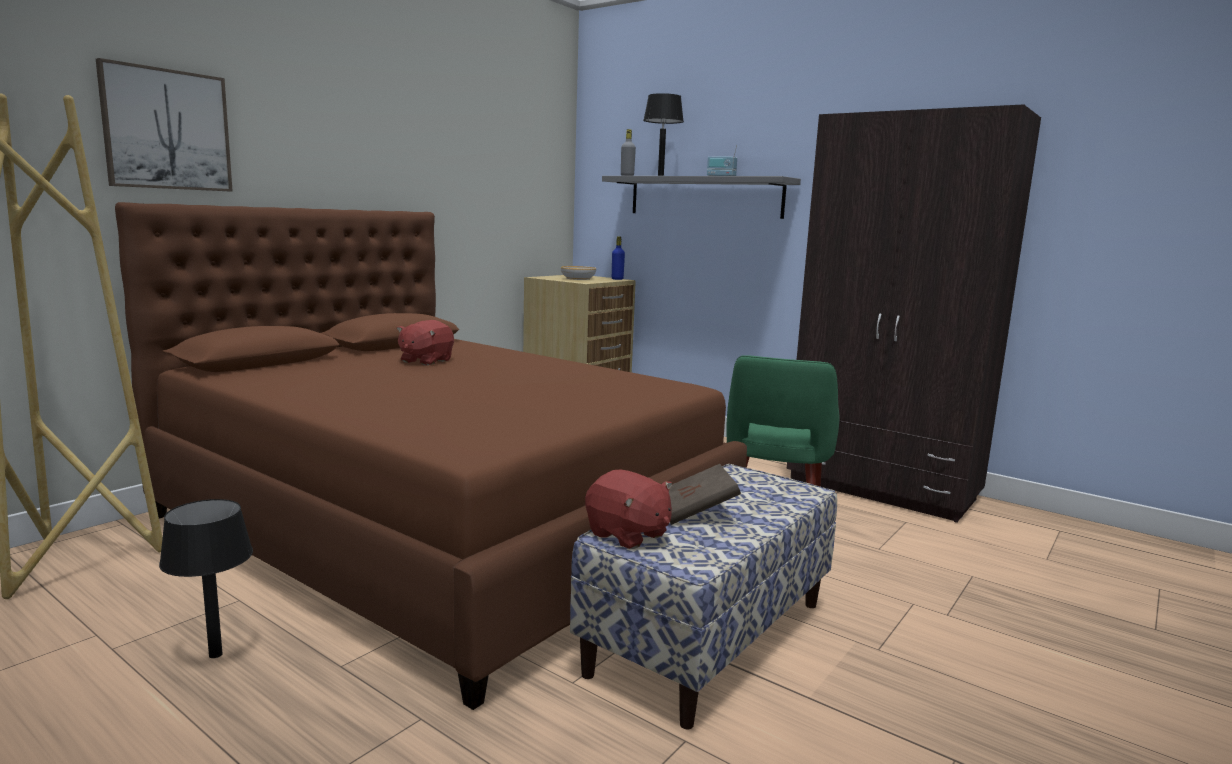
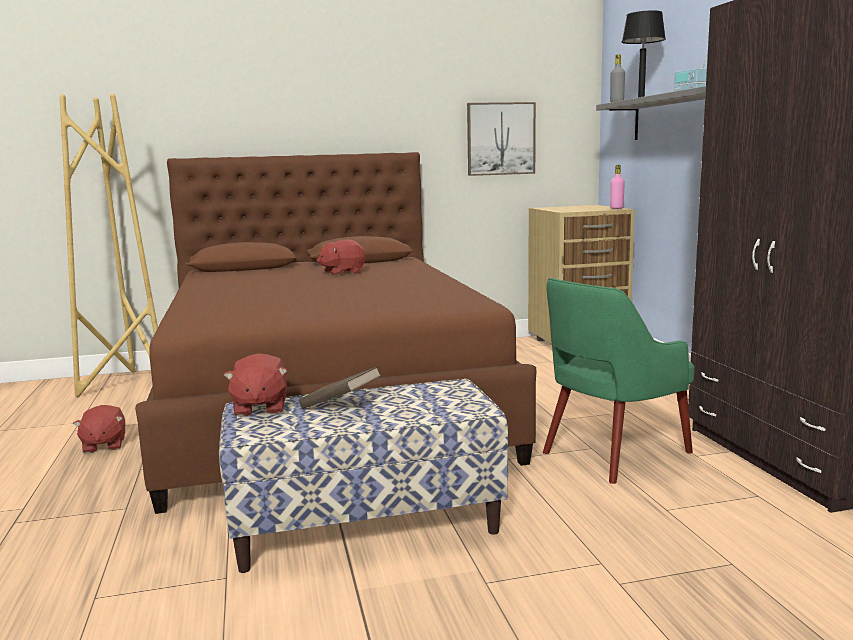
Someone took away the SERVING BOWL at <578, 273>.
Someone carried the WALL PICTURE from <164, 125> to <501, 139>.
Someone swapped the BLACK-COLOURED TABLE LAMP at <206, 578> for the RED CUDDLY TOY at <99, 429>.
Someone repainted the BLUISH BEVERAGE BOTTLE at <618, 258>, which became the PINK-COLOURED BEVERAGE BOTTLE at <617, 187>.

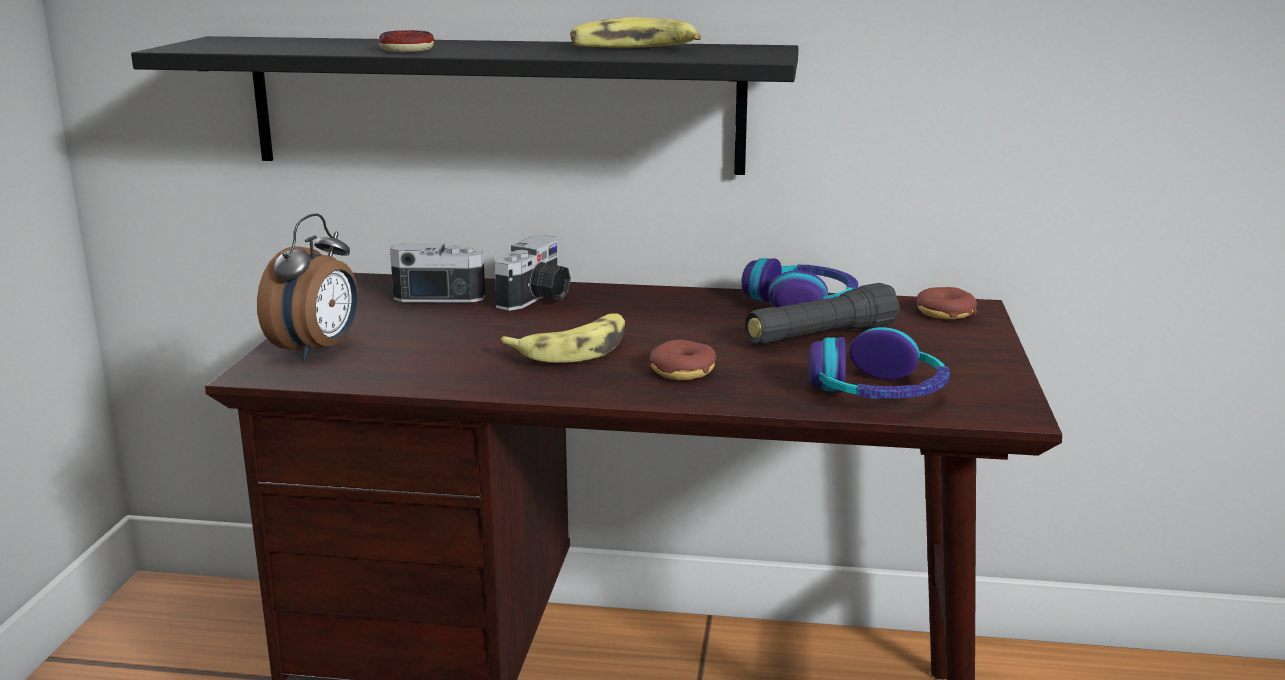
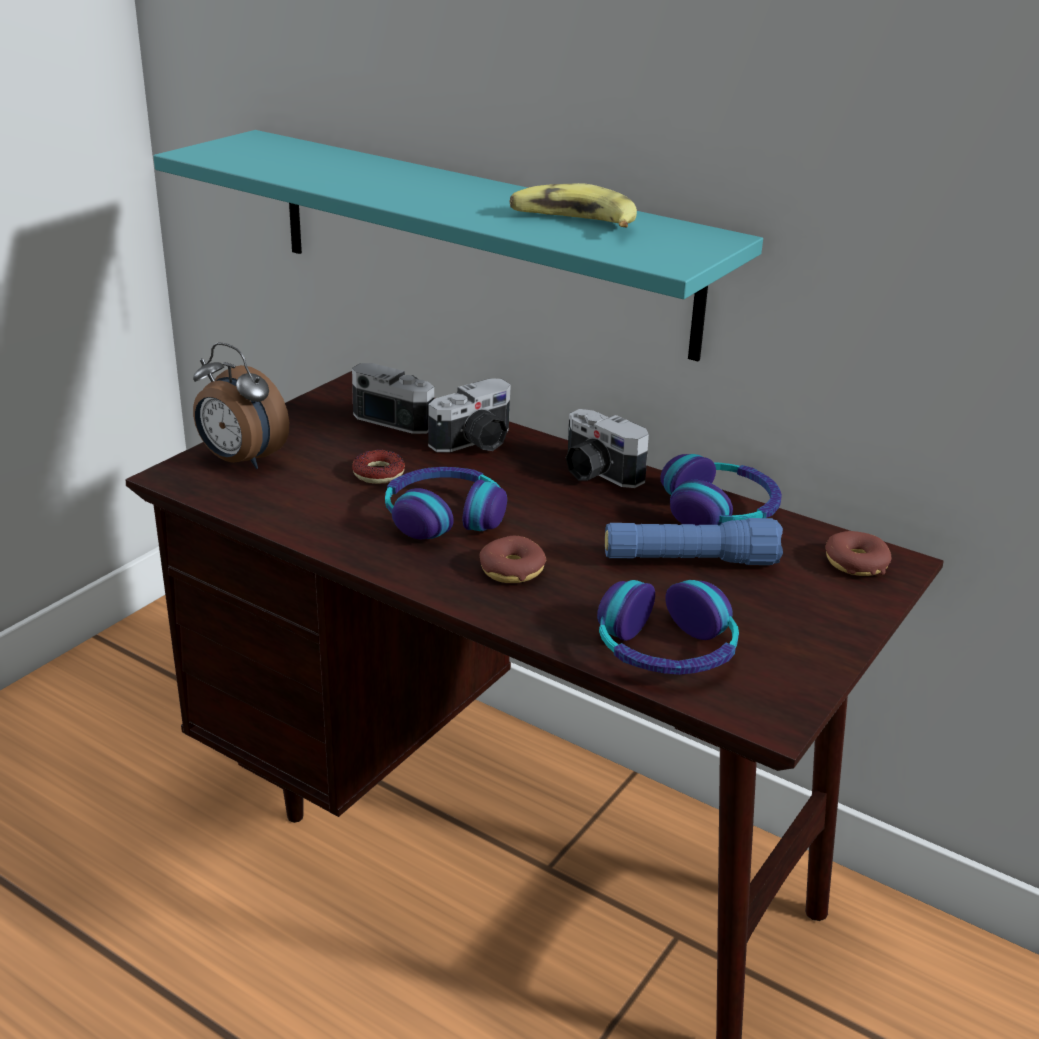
Someone put down the STILL CAMERA at <607, 448>.
Someone carried the RING DOUGHNUT from <406, 41> to <378, 467>.
Someone swapped the BANANA FRUIT at <562, 338> for the HEADPHONES at <446, 503>.
Someone repainted the BLACK-COLOURED WALL SHELF at <465, 105>, which became the TURQUOISE-COLOURED WALL SHELF at <458, 246>.
Someone repainted the BLACK-COLOURED HAND TORCH at <822, 314>, which became the BLUISH HAND TORCH at <694, 541>.
Someone rotated the TABLE CLOCK at <307, 286> by 75 degrees clockwise.

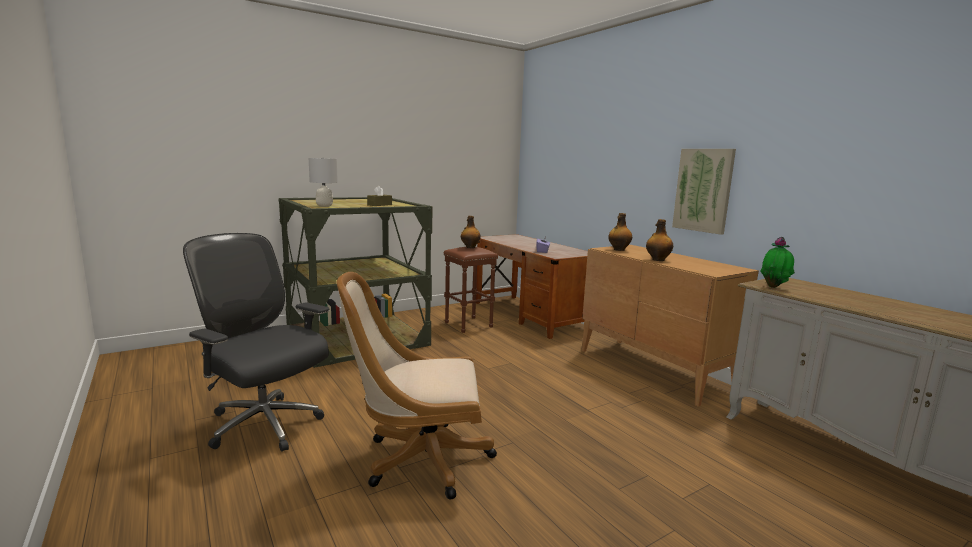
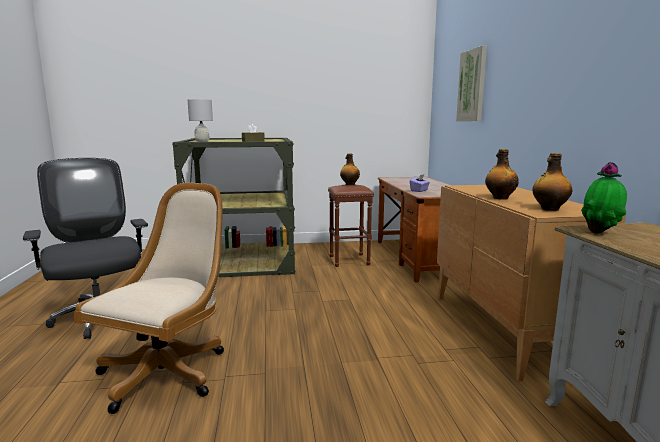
Someone carried the BEVERAGE BOTTLE from <620, 232> to <552, 182>.
Someone carried the WALL PICTURE from <704, 192> to <471, 83>.
Someone rotated the DESK CHAIR at <417, 386> by 90 degrees clockwise.

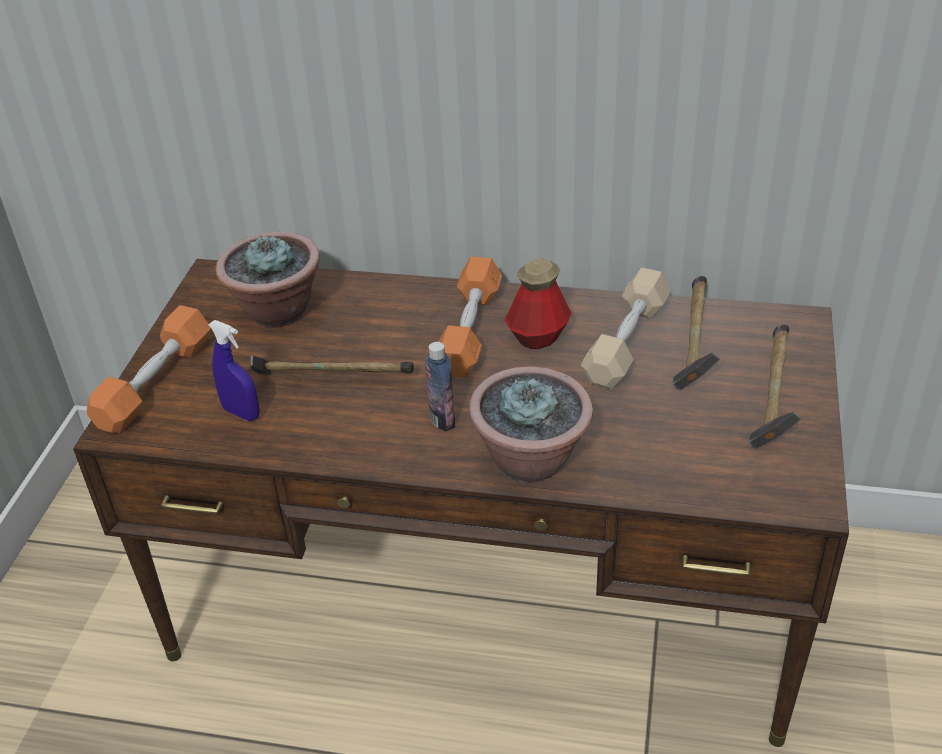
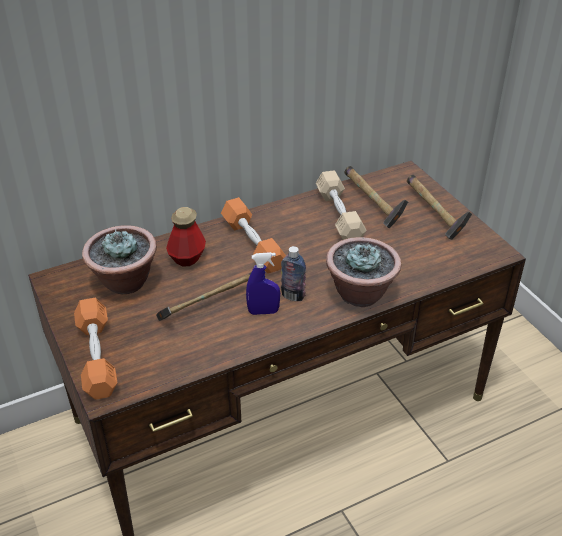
Someone carried the BLUISH SPRAYER from <234, 370> to <263, 283>.
Someone carried the BEVERAGE BOTTLE from <538, 304> to <186, 236>.

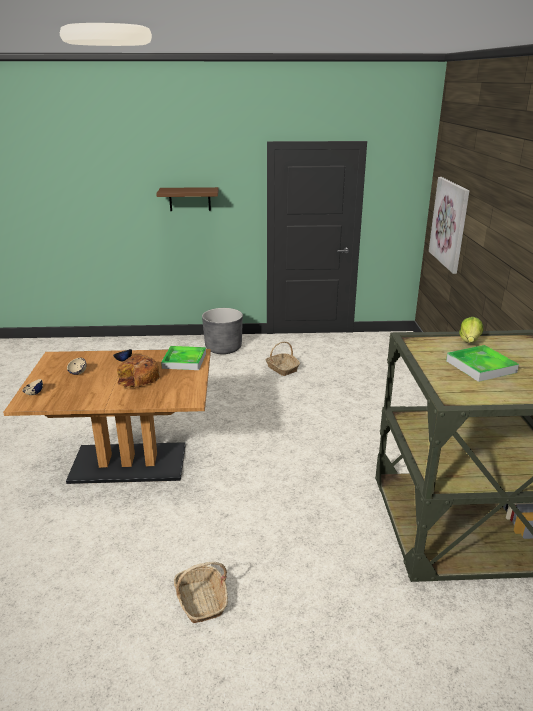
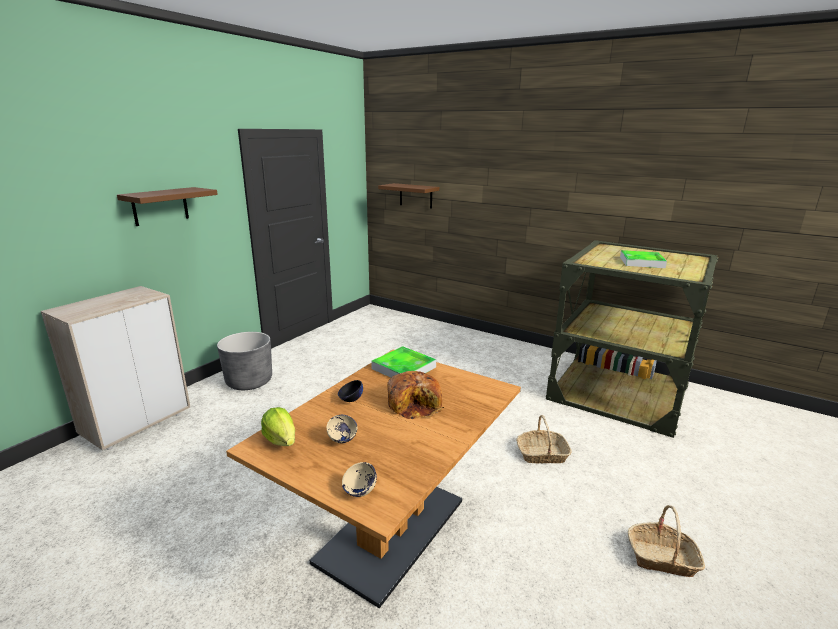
Someone put down the SAND-COLOURED CABINET at <115, 368>.
Someone carried the HOUSEHOLD BASKET from <283, 359> to <543, 439>.
Someone carried the HEAD OF LETTUCE from <471, 330> to <278, 426>.
Someone swapped the WALL PICTURE at <449, 225> for the BROWN WALL SHELF at <408, 196>.

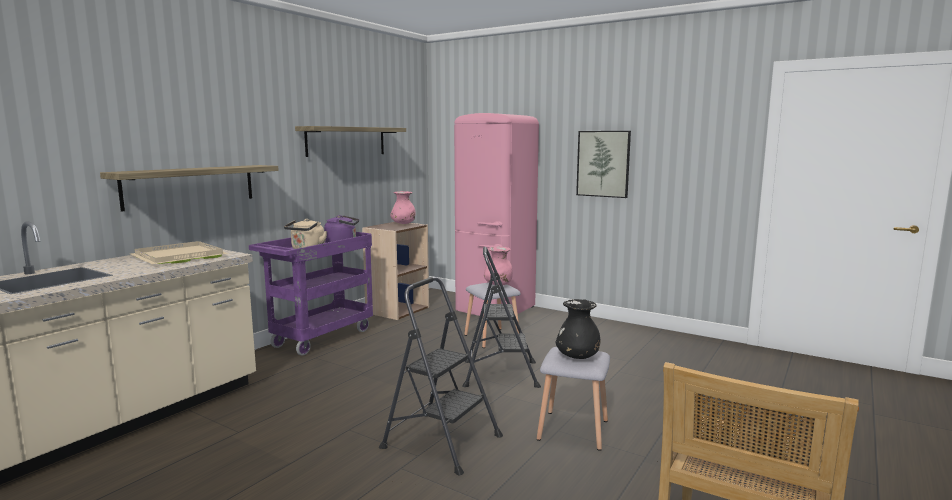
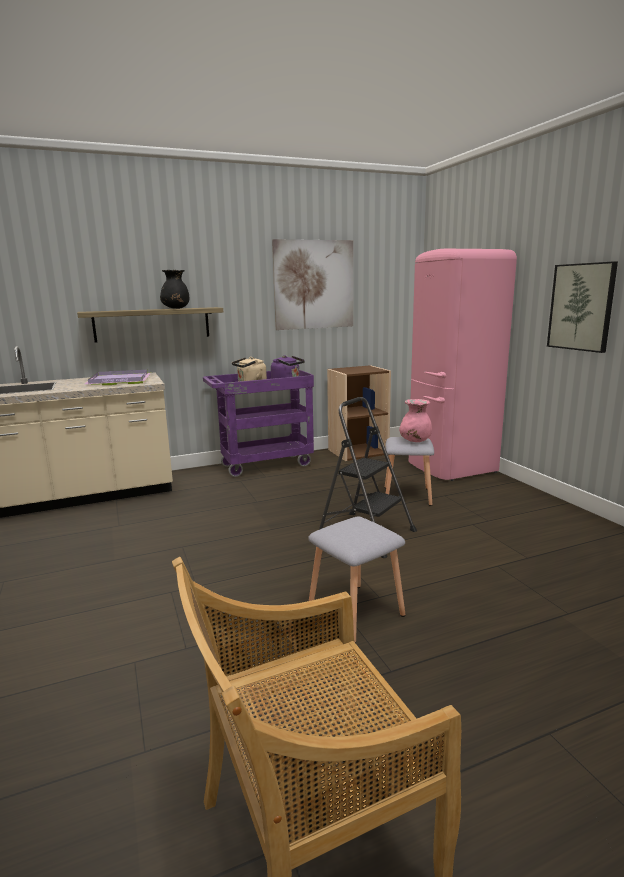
Someone took away the BLACK-COLOURED STEP LADDER at <441, 376>.
Someone took away the PINK-COLOURED VASE at <402, 207>.
Someone carried the BLACK-COLOURED VASE from <578, 329> to <174, 289>.
Someone swapped the WALL SHELF at <350, 141> for the WALL PICTURE at <312, 284>.
Someone repainted the SAND-COLOURED CARRYING TRAY at <179, 252>, which became the PURPLE-COLOURED CARRYING TRAY at <118, 377>.

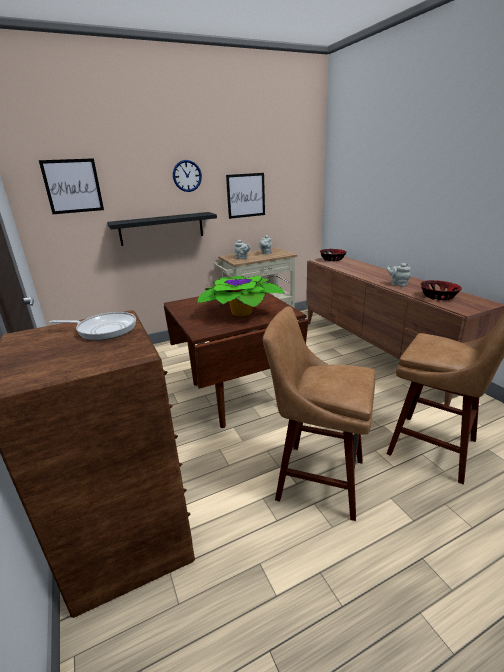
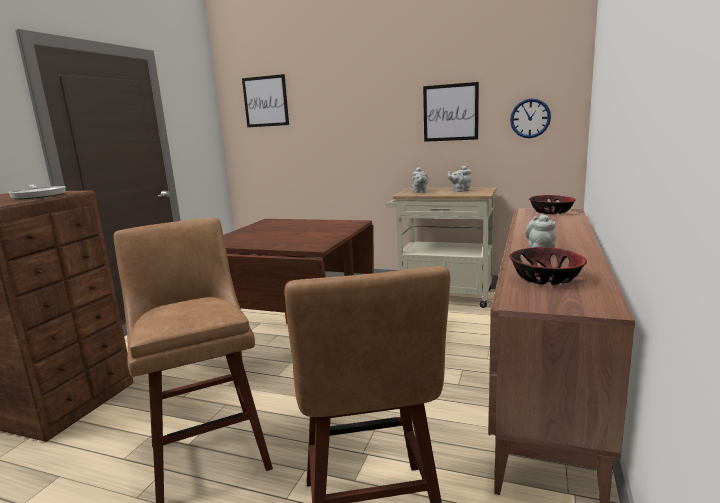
Someone took away the BLACK-COLOURED WALL SHELF at <162, 229>.
Someone took away the POTTED PLANT at <241, 296>.
Someone carried the CLOCK ON THE WALL from <187, 176> to <530, 118>.

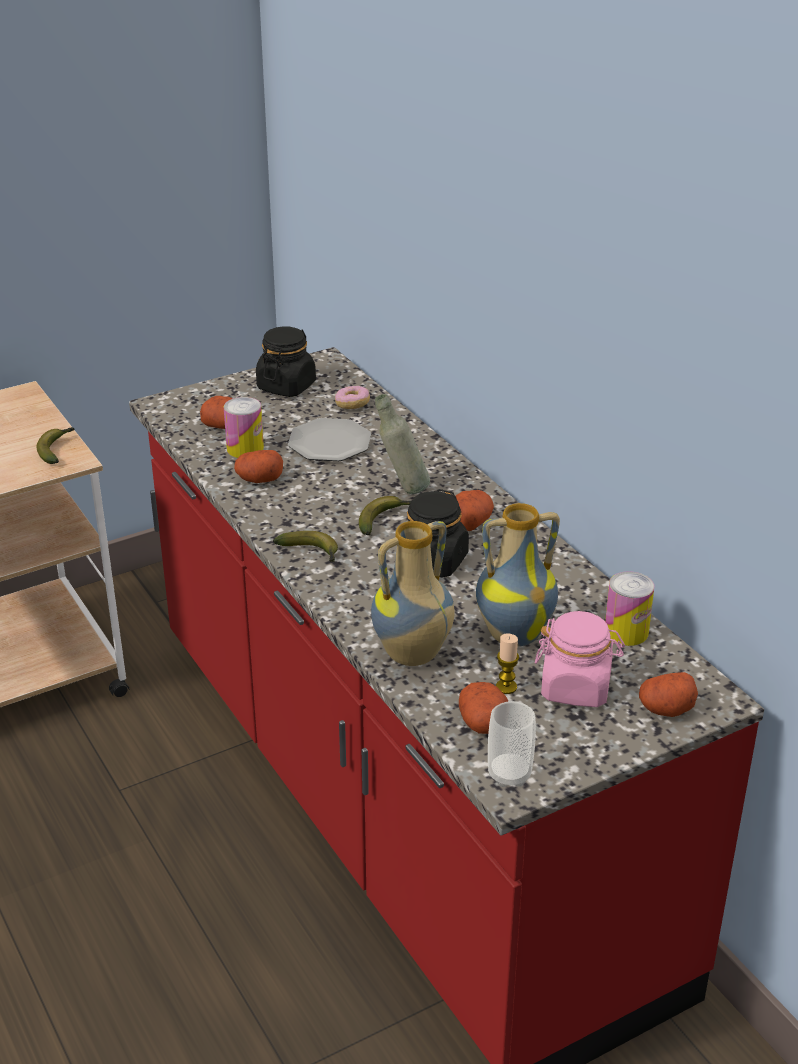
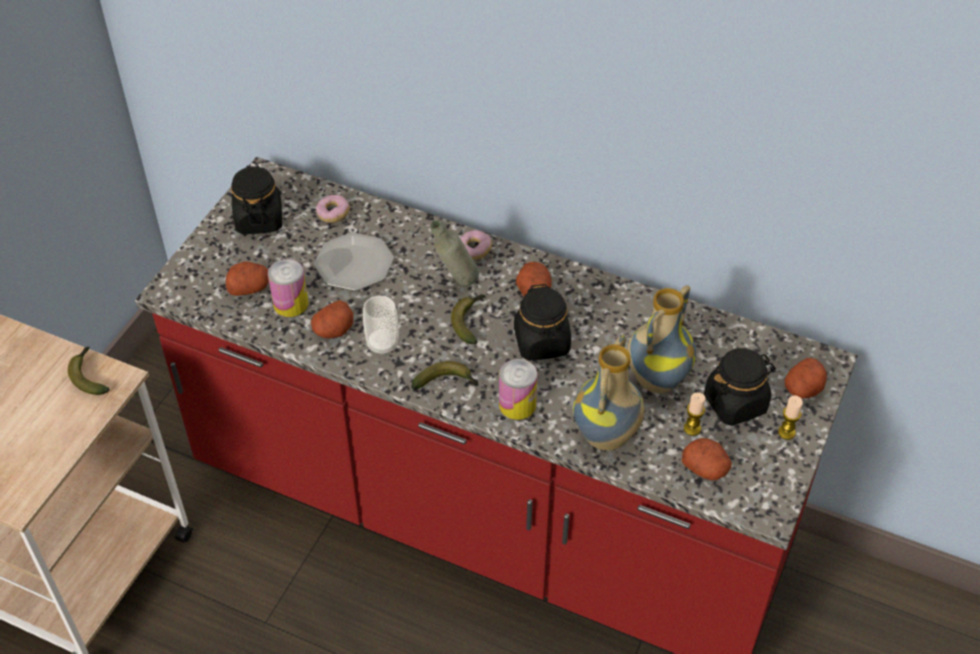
Someone put down the RING DOUGHNUT at <476, 245>.
Someone put down the WAX LIGHT at <790, 417>.
Someone carried the SMALL CUP from <512, 744> to <380, 325>.
Someone carried the CAN from <629, 608> to <518, 389>.
Someone repainted the PINK-COLOURED JAR at <580, 659>, which became the BLACK-COLOURED JAR at <740, 387>.

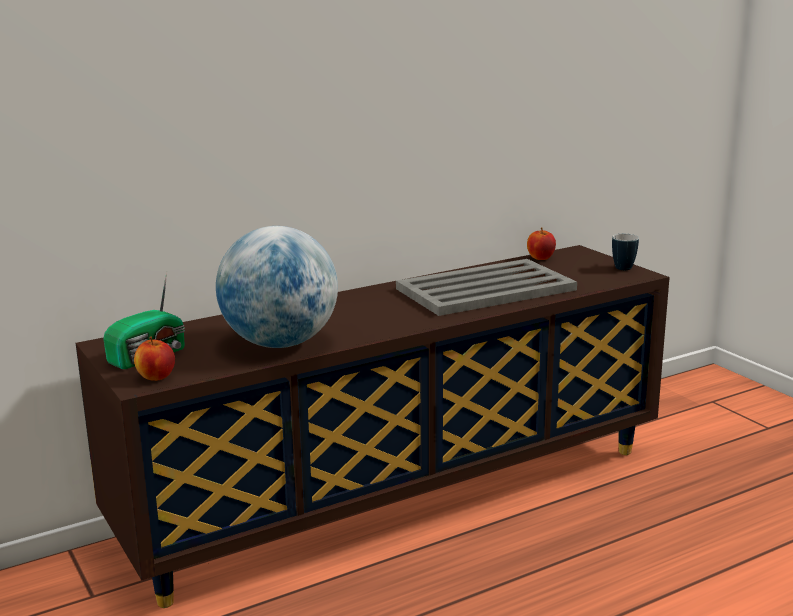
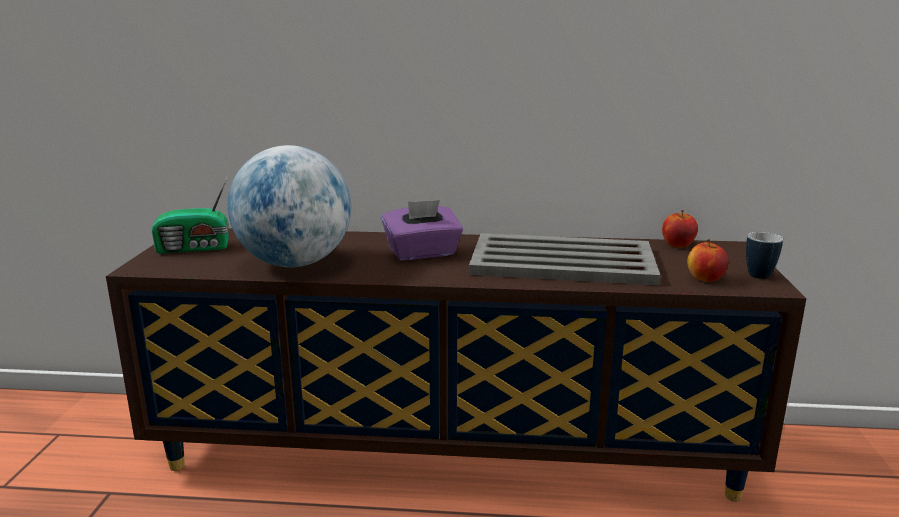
Someone put down the PURPLE-COLOURED TISSUE HOLDER at <422, 230>.
Someone carried the APPLE from <154, 358> to <707, 260>.

